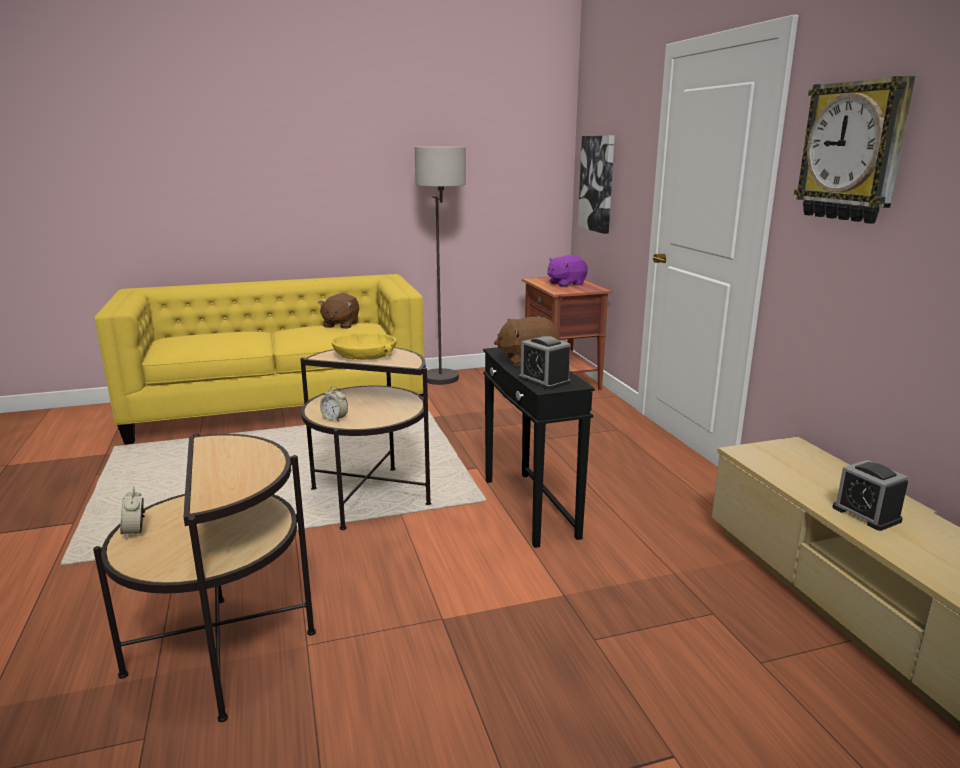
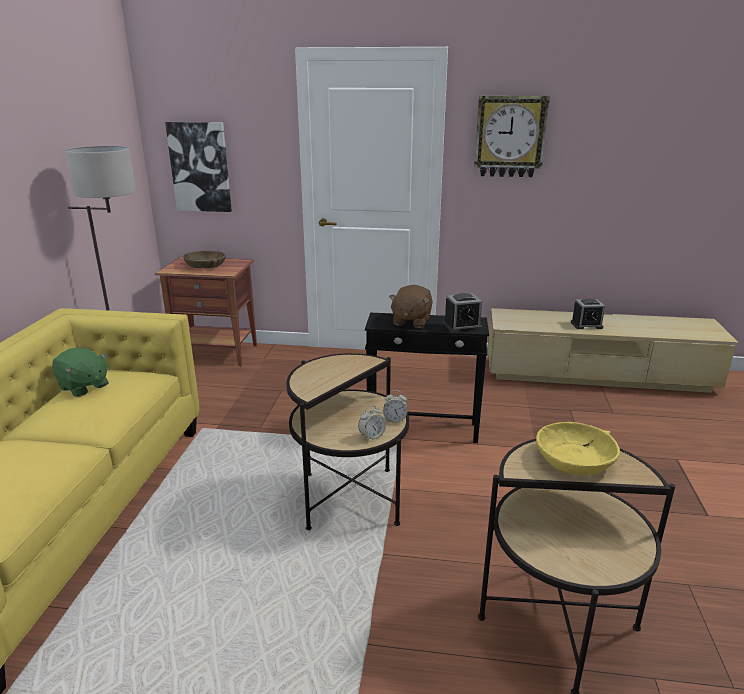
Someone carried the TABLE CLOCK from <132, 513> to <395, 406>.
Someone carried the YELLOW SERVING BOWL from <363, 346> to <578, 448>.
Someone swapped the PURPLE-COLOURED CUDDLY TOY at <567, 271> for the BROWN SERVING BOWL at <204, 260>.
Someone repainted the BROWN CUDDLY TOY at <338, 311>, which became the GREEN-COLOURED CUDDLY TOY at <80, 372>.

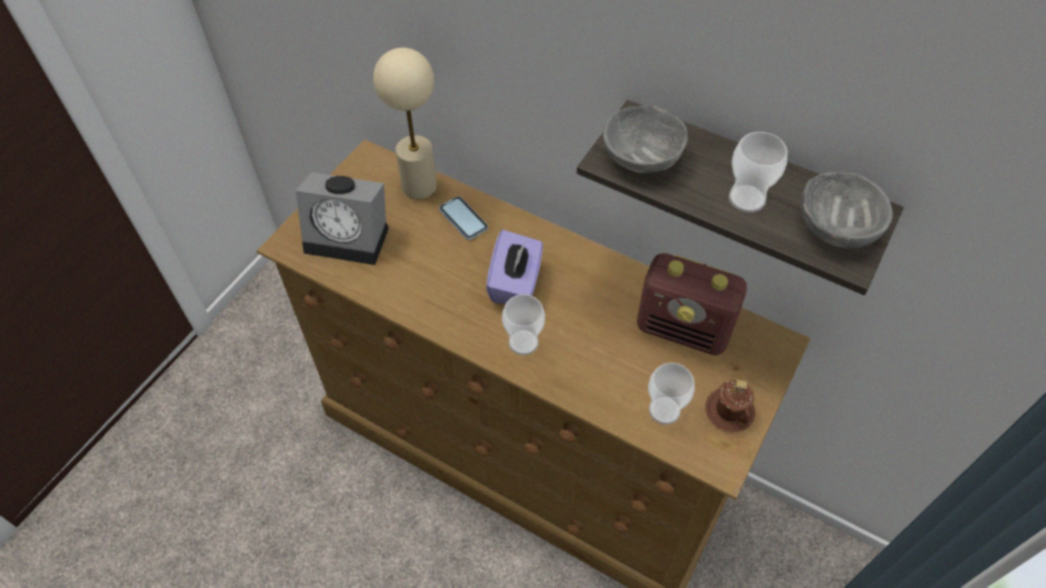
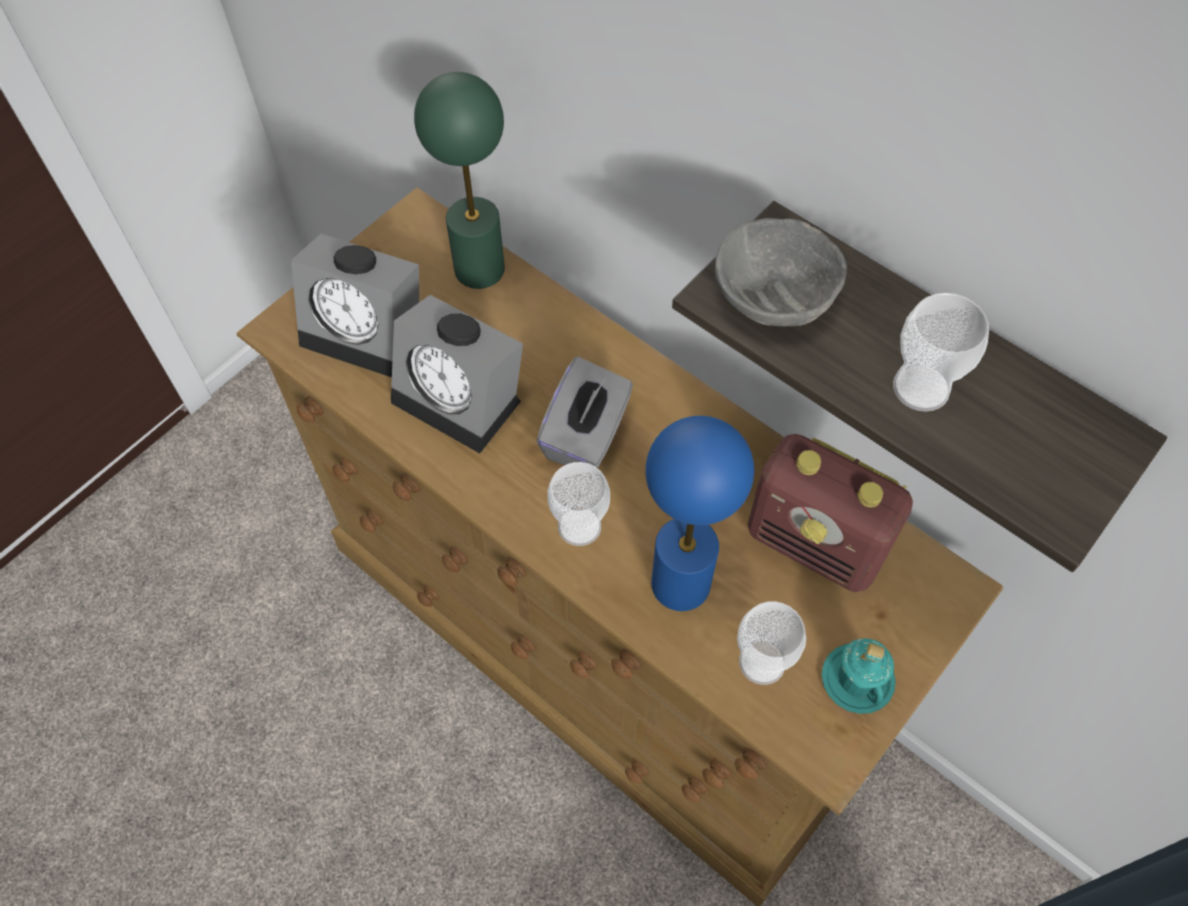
Someone took away the TELEPHONE at <463, 218>.
Someone took away the GREYISH SERVING BOWL at <847, 210>.
Someone put down the TABLE CLOCK at <457, 374>.
Someone put down the BLUISH TABLE LAMP at <700, 513>.
Someone repainted the SAND-COLOURED TABLE LAMP at <405, 123>, which became the GREEN-COLOURED TABLE LAMP at <459, 180>.
Someone repainted the PURPLE-COLOURED TISSUE HOLDER at <514, 267>, which became the GREYISH TISSUE HOLDER at <584, 412>.
Someone repainted the BROWN TEA MUG at <730, 406>, which became the TURQUOISE-COLOURED TEA MUG at <859, 676>.

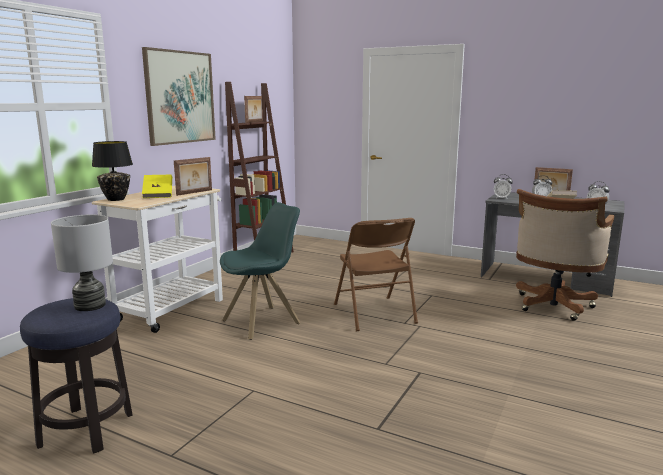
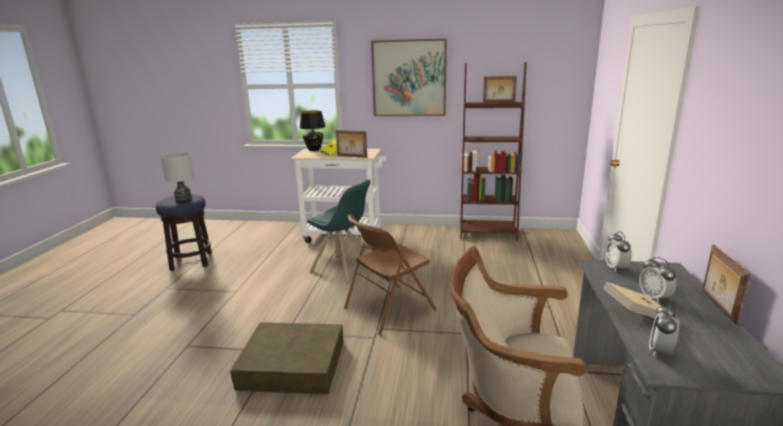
Someone put down the BROWN STORAGE BIN at <287, 358>.

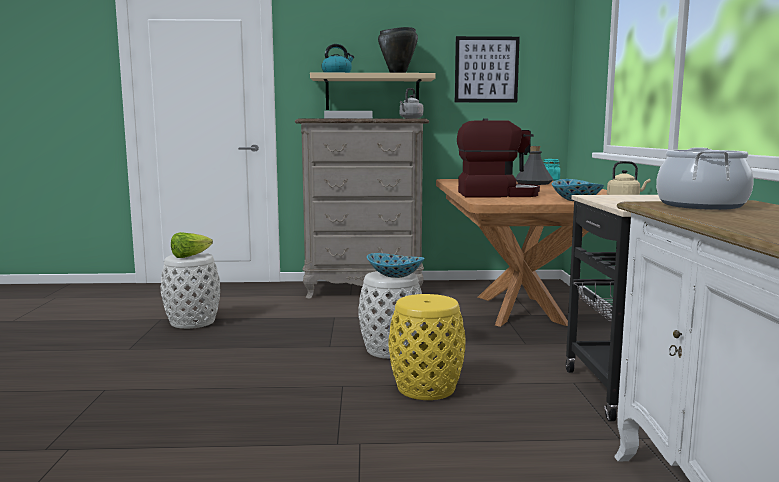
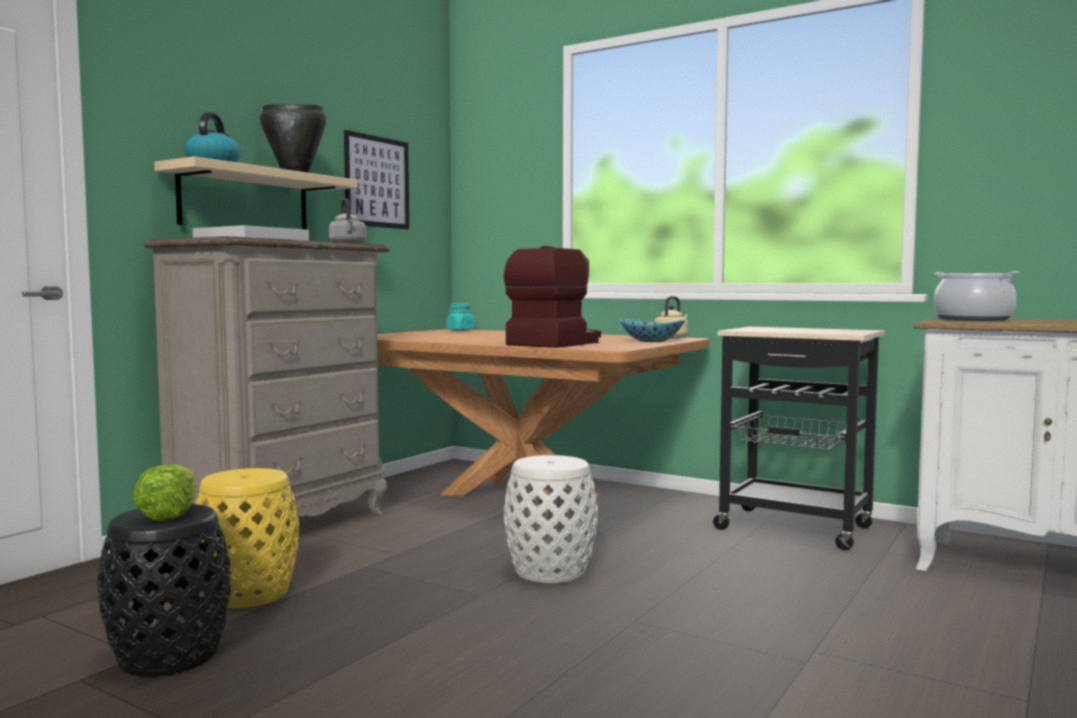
Someone took away the SERVING BOWL at <396, 265>.
Someone took away the GREYISH BEVERAGE BOTTLE at <534, 165>.
Someone carried the YELLOW SITTING STOOL from <426, 347> to <247, 538>.
Someone repainted the WHITISH SITTING STOOL at <190, 291>, which became the BLACK-COLOURED SITTING STOOL at <164, 590>.

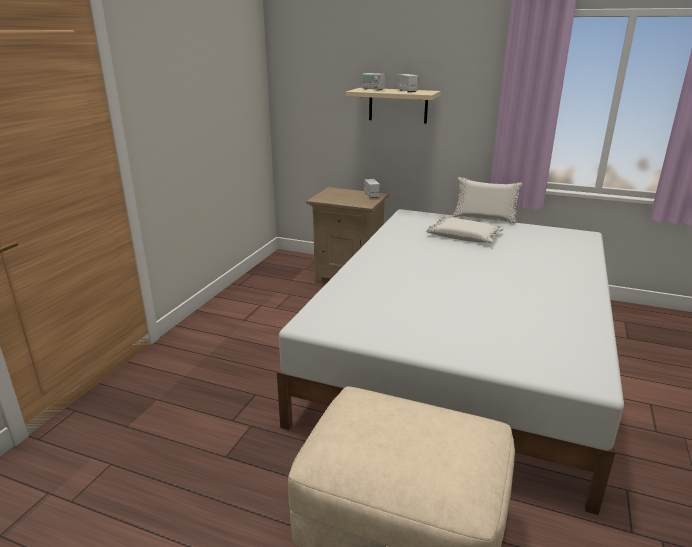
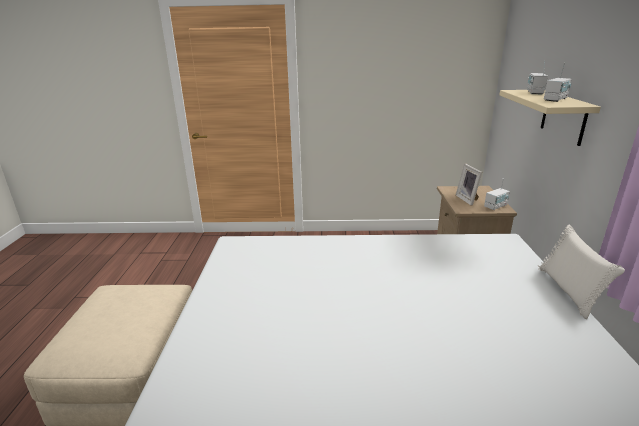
Someone took away the WHITISH THROW PILLOW at <465, 230>.
Someone put down the STANDING FRAME at <469, 184>.

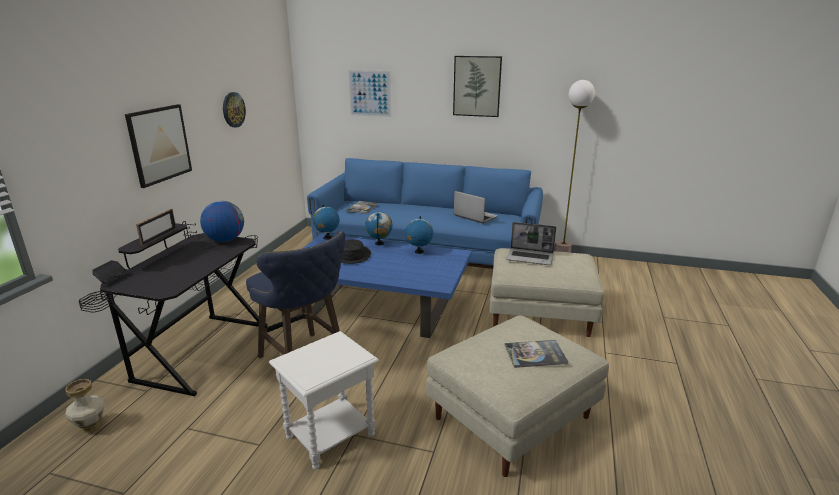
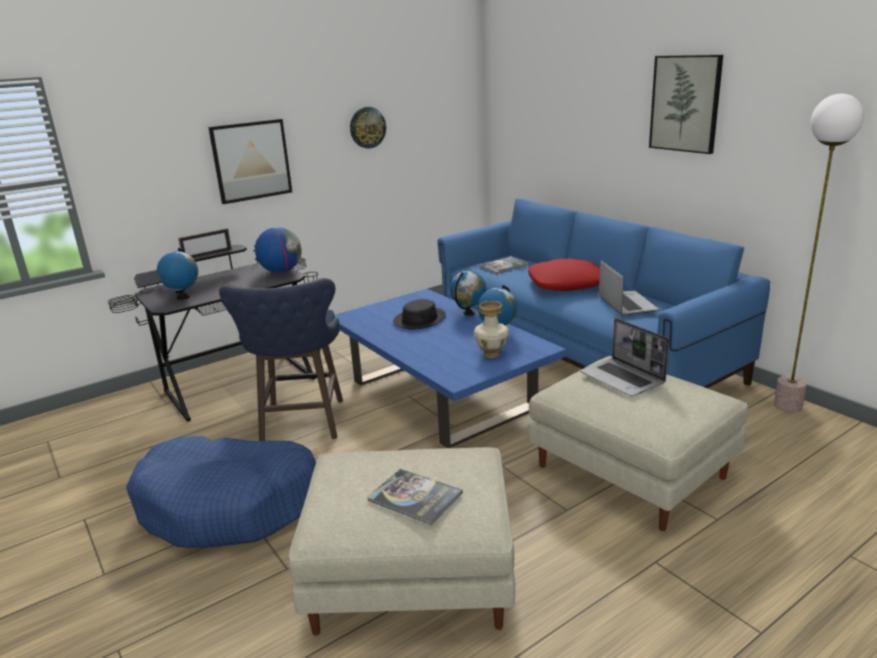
Someone took away the WALL PICTURE at <369, 93>.
Someone put down the RED THROW PILLOW at <564, 275>.
Someone carried the VASE from <85, 406> to <491, 329>.
Someone carried the WORLD GLOBE from <326, 222> to <177, 274>.
Someone swapped the WHITISH END TABLE at <324, 400> for the BLUISH DOG BED at <221, 492>.

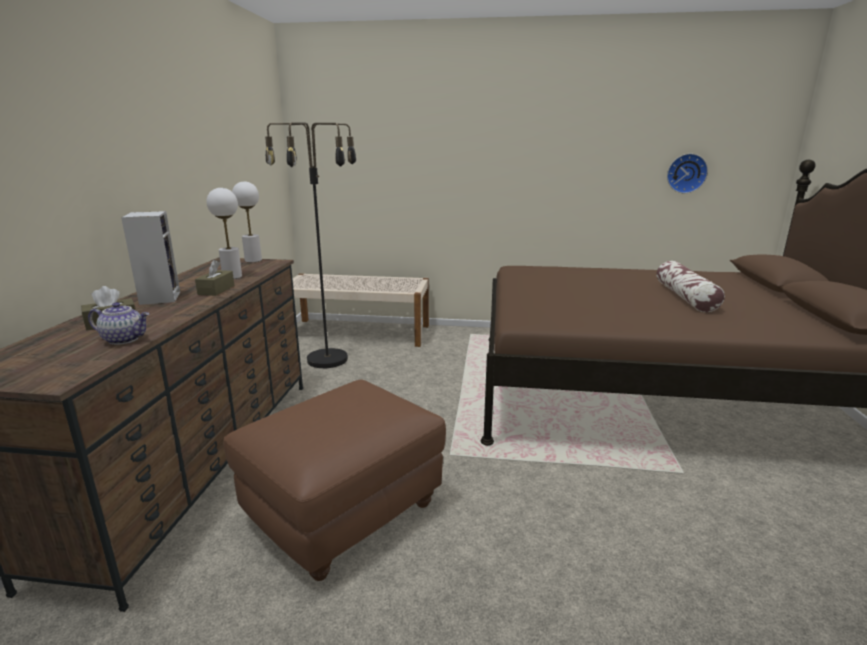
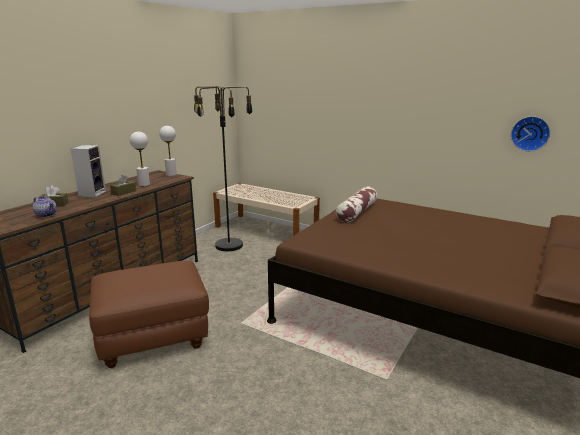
Someone carried the THROW PILLOW from <690, 286> to <356, 204>.

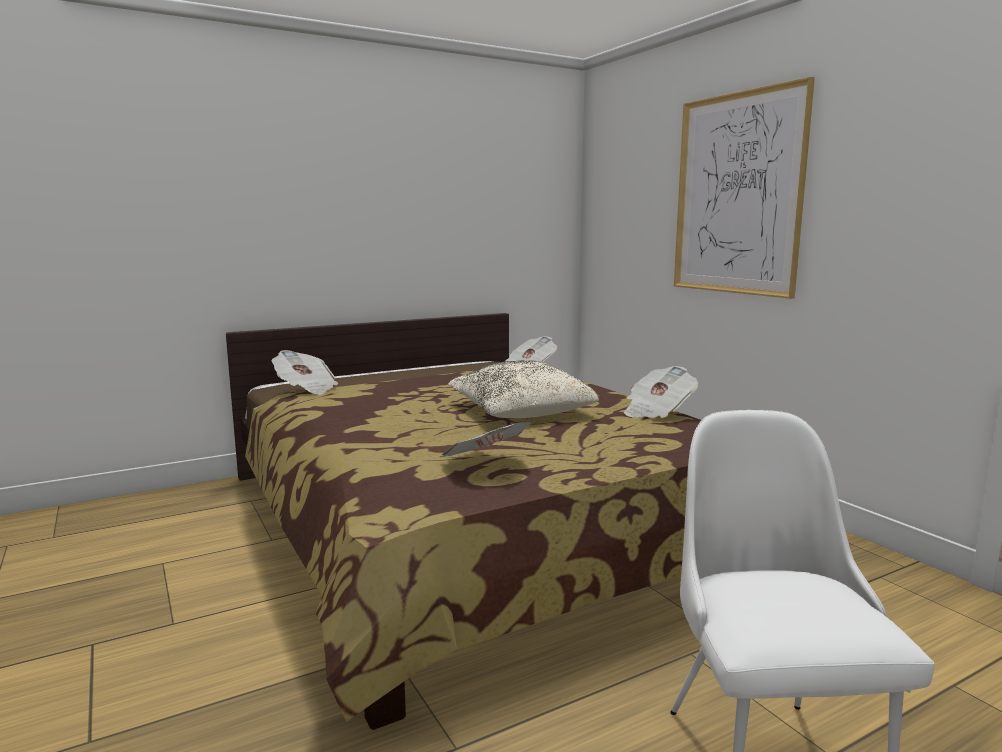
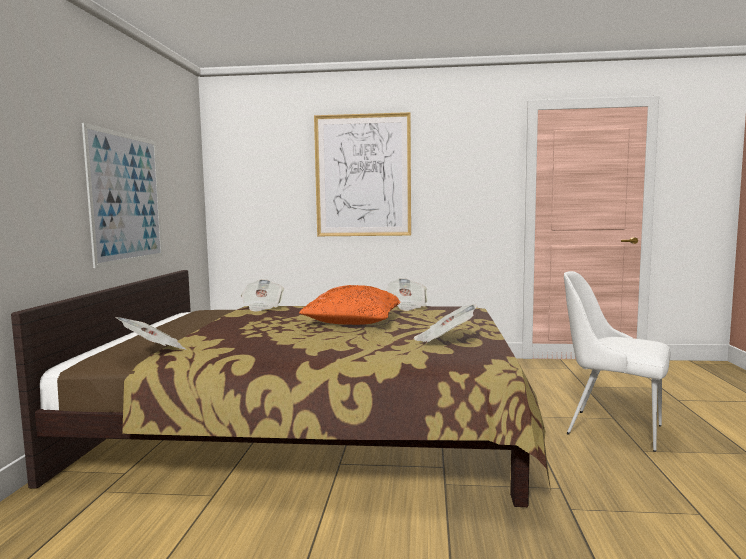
Someone put up the WALL PICTURE at <122, 195>.
Someone repainted the SAND-COLOURED THROW PILLOW at <523, 389>, which became the ORANGEY THROW PILLOW at <349, 305>.

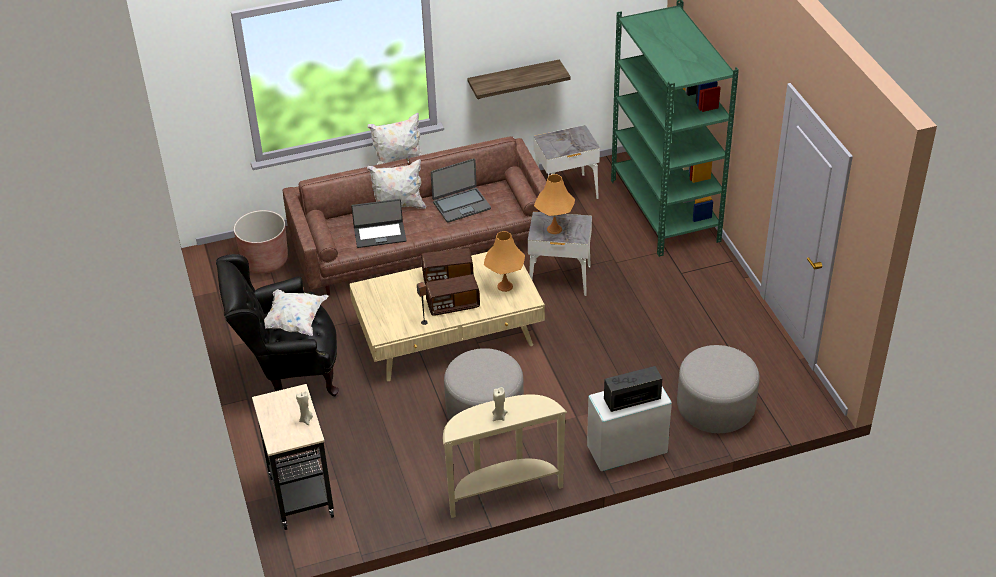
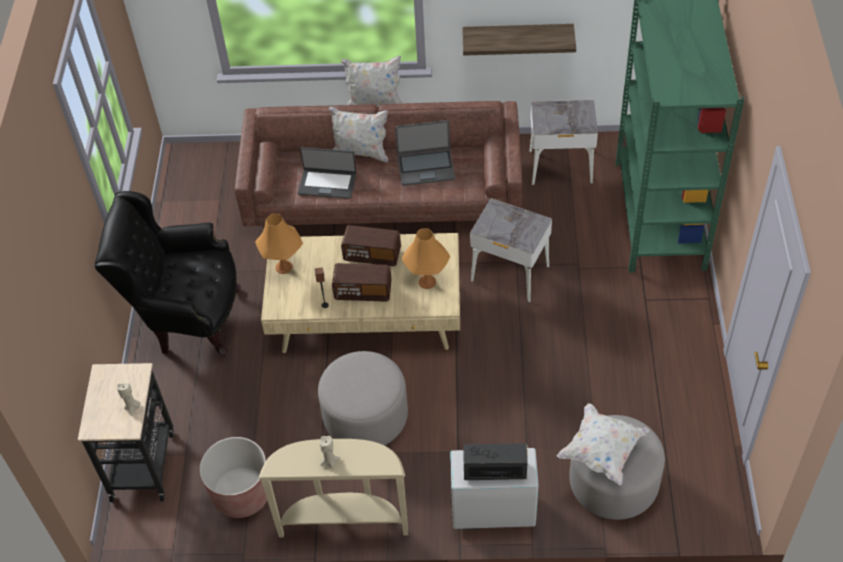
Someone carried the BROWN PLANTER from <261, 242> to <233, 477>.
Someone carried the WHITISH THROW PILLOW from <296, 312> to <603, 444>.
Someone carried the ORANGEY TABLE LAMP from <554, 204> to <279, 244>.

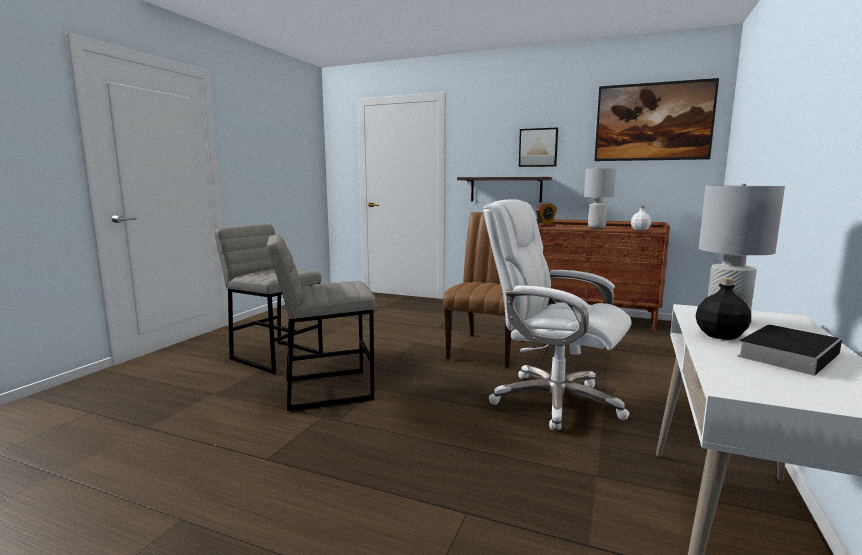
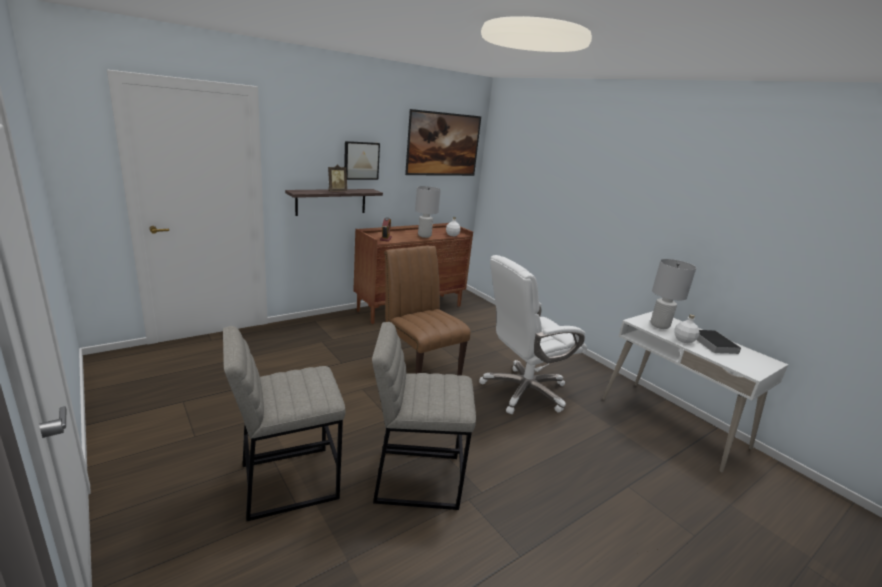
Someone put down the STANDING FRAME at <337, 178>.
Someone repainted the BLACK-COLOURED BEVERAGE BOTTLE at <723, 309>, which became the WHITISH BEVERAGE BOTTLE at <687, 328>.
Someone rotated the GREYISH PLAIN CHAIR at <321, 323> by 75 degrees clockwise.

